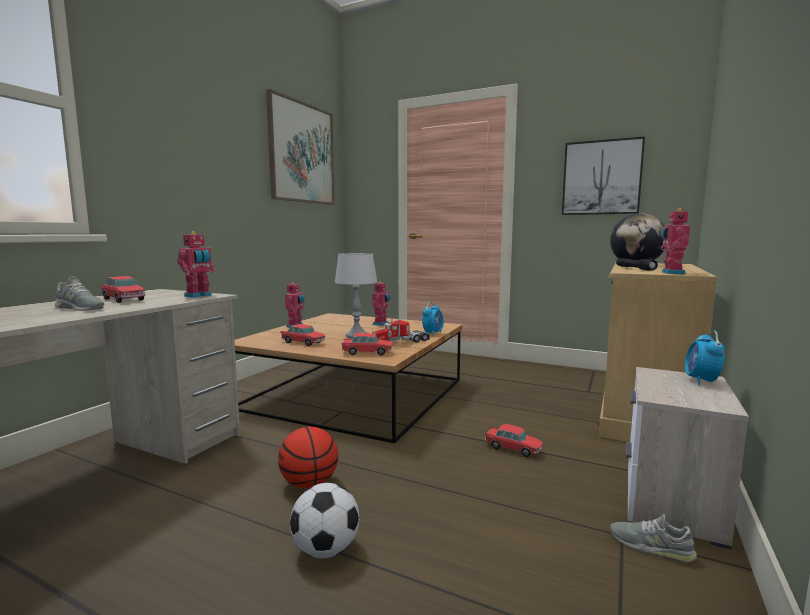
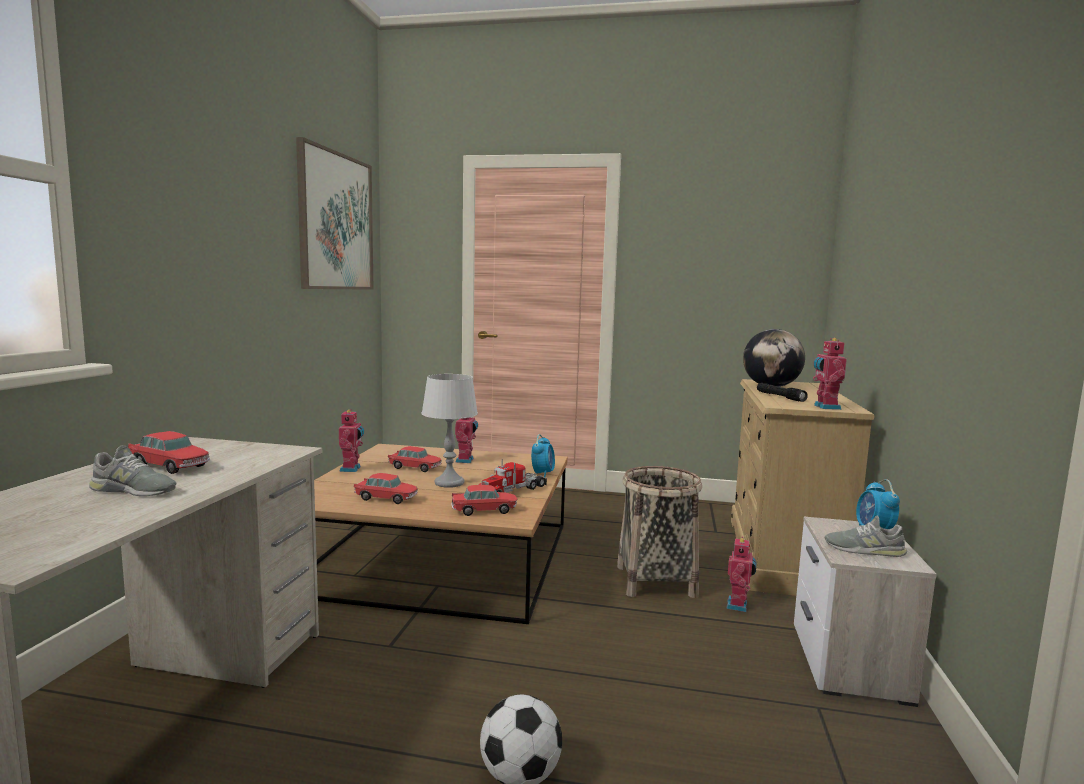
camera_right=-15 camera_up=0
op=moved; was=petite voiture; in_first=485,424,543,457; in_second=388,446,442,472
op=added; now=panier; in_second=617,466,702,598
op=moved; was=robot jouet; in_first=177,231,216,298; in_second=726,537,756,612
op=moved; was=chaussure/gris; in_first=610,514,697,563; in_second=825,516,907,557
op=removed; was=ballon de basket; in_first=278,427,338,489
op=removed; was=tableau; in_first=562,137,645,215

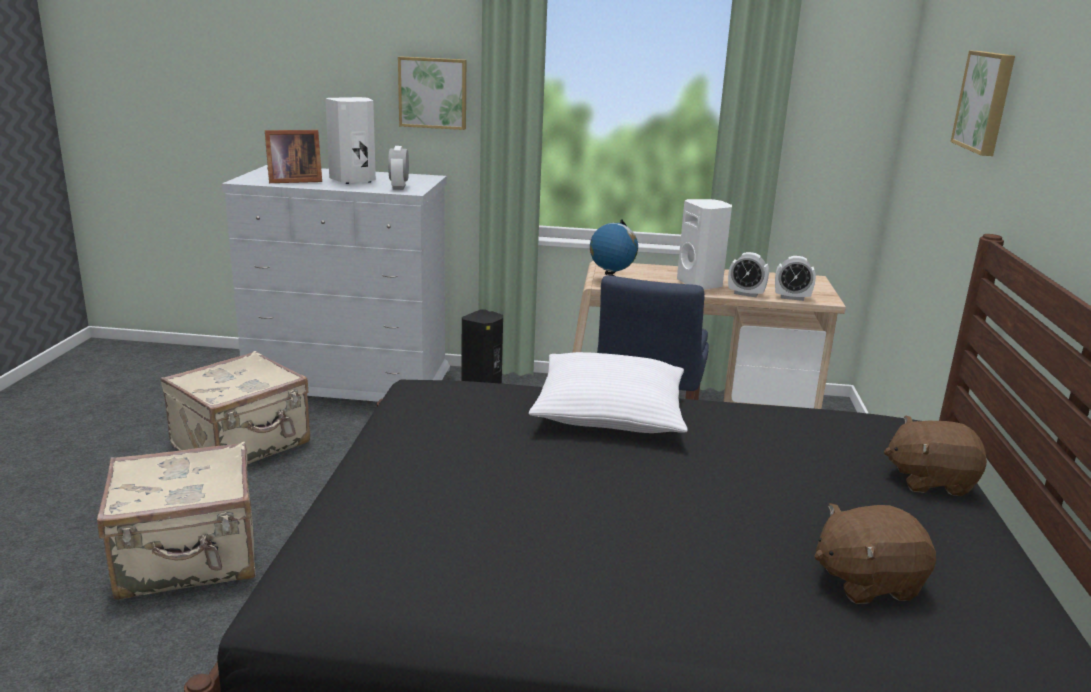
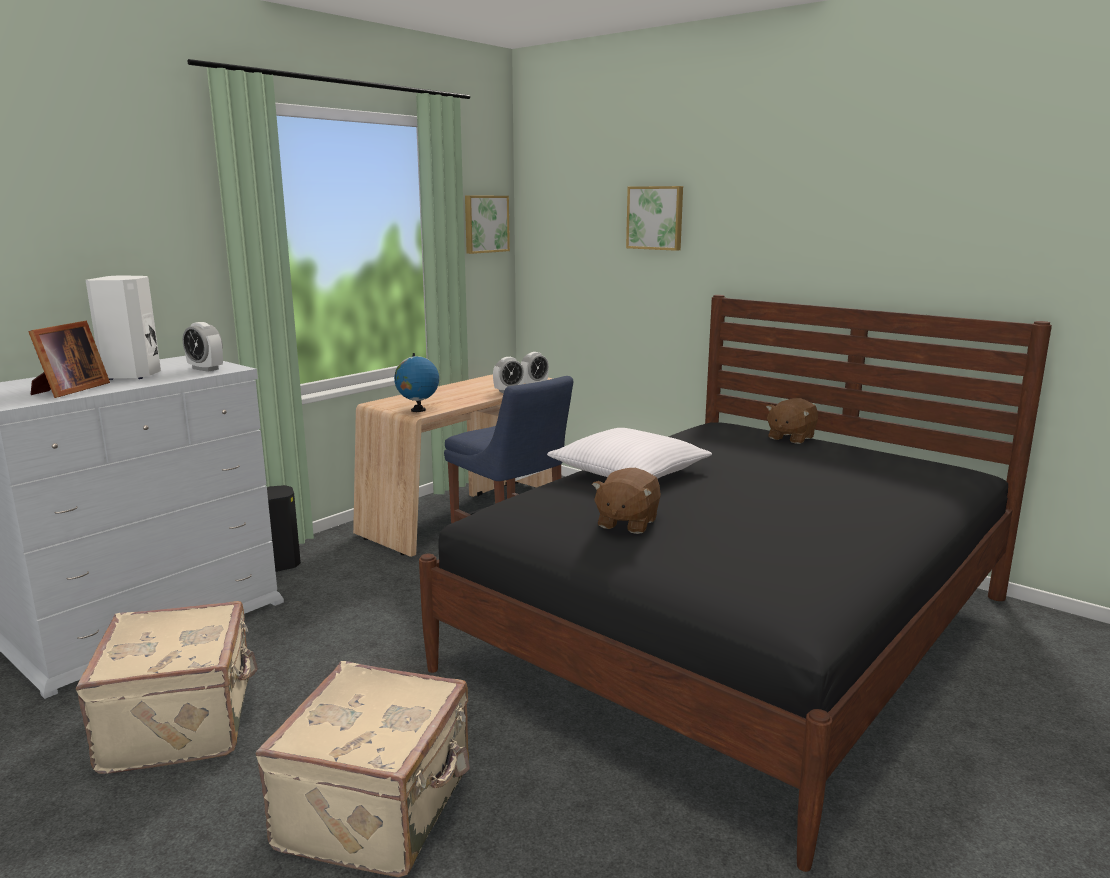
camera_right=-55 camera_up=-5
op=moved; was=tableau; in_first=398,56,466,130; in_second=465,196,510,254
op=moved; was=peluche/marron; in_first=815,503,936,604; in_second=592,468,661,534
op=removed; was=enceinte/blanc; in_first=677,199,732,290

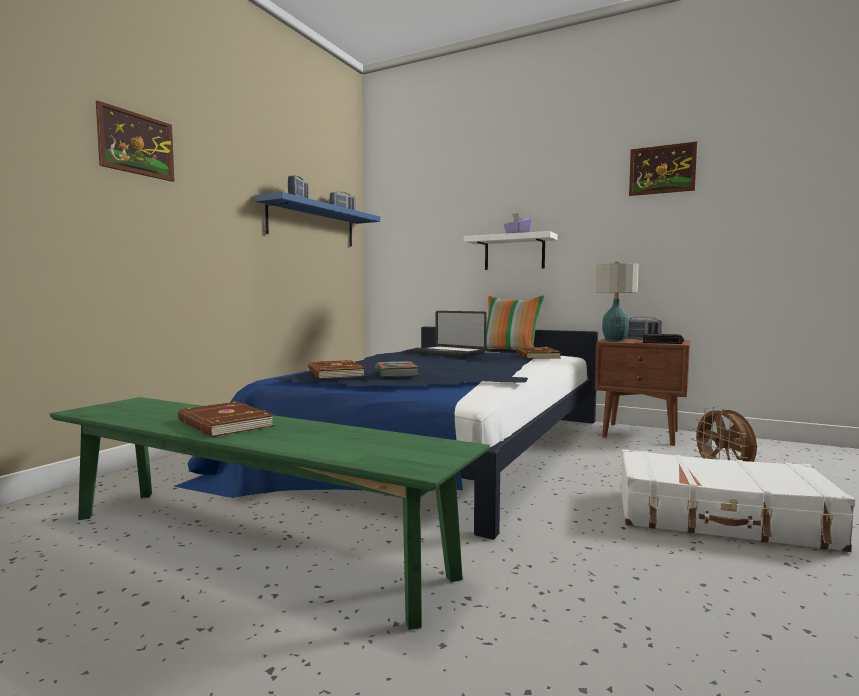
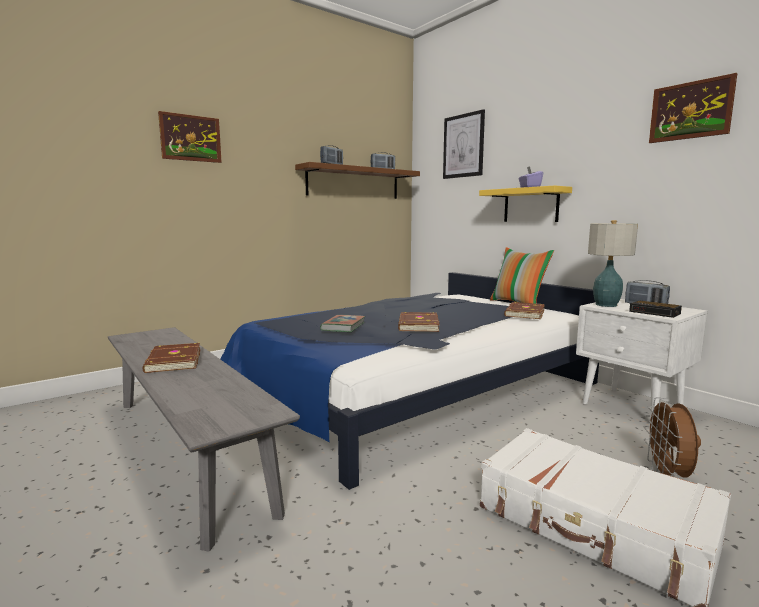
camera_right=25 camera_up=5
op=recoloured; was=banc/vert; now=banc/gris; in_first=50,397,490,630; in_second=108,327,300,552
op=recoloured; was=étagère/bleu; now=étagère/marron; in_first=255,192,380,246; in_second=295,162,420,199
op=moved; was=livre/marron; in_first=308,360,365,379; in_second=398,312,440,332
op=added; now=tableau; in_second=443,109,485,179
op=recoloured; was=étagère/blanc; now=étagère/jaune; in_first=464,231,558,270; in_second=479,185,572,222
op=recoloured; was=table de chevet/marron; now=table de chevet/blanc; in_first=595,338,690,446; in_second=576,299,707,416
op=removed; was=ordinateur portable; in_first=414,311,486,357

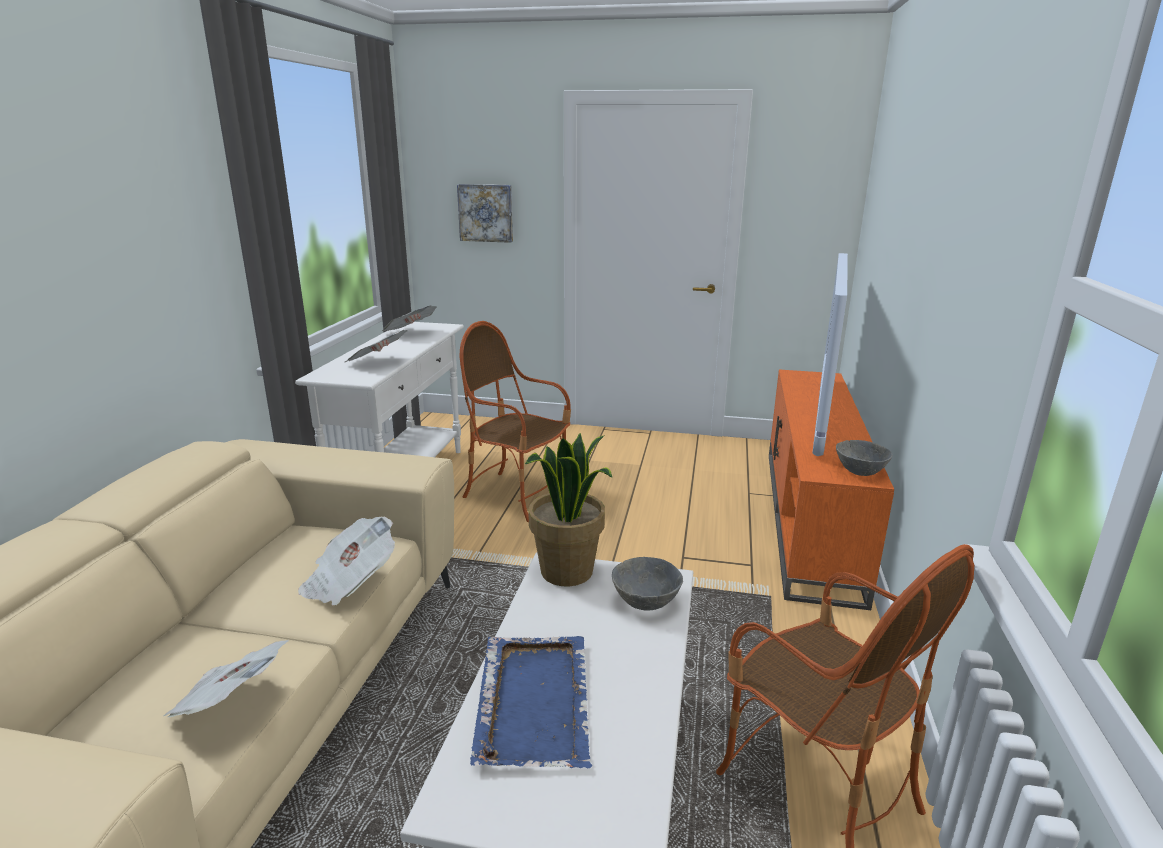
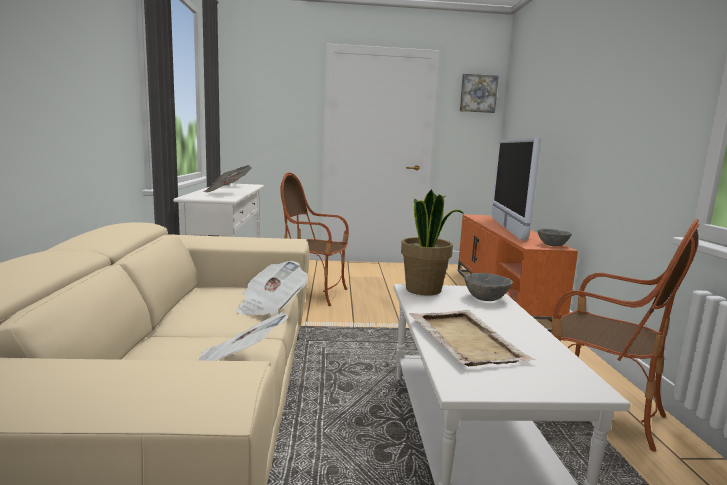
camera_right=-15 camera_up=-10
op=recoloured; was=plateau/bleu; now=plateau/beige; in_first=470,636,592,768; in_second=409,310,535,366
op=moved; was=tableau; in_first=457,184,513,243; in_second=460,74,499,113

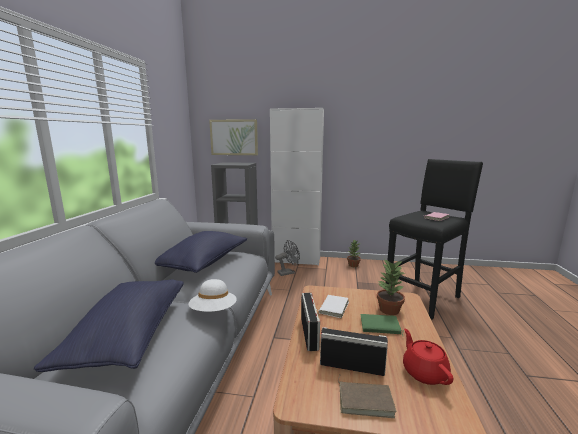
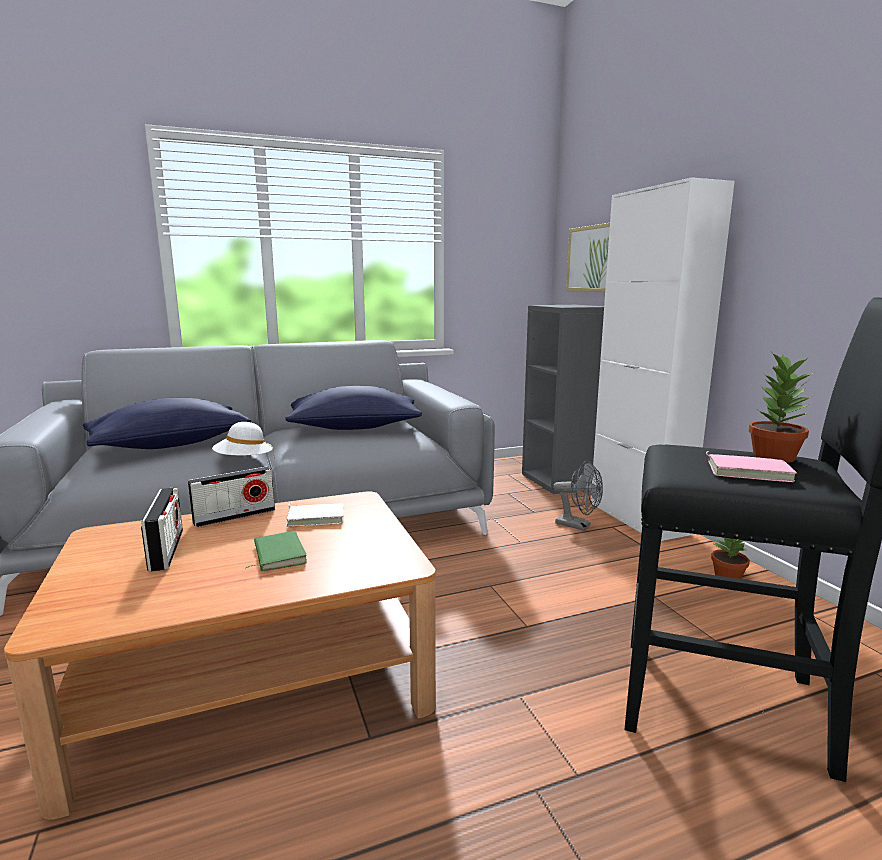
camera_right=60 camera_up=0
op=moved; was=plante en pot; in_first=377,259,405,315; in_second=748,351,815,463
op=removed; was=livre/marron; in_first=338,376,396,418
op=removed; was=théière/rouge; in_first=403,329,454,385

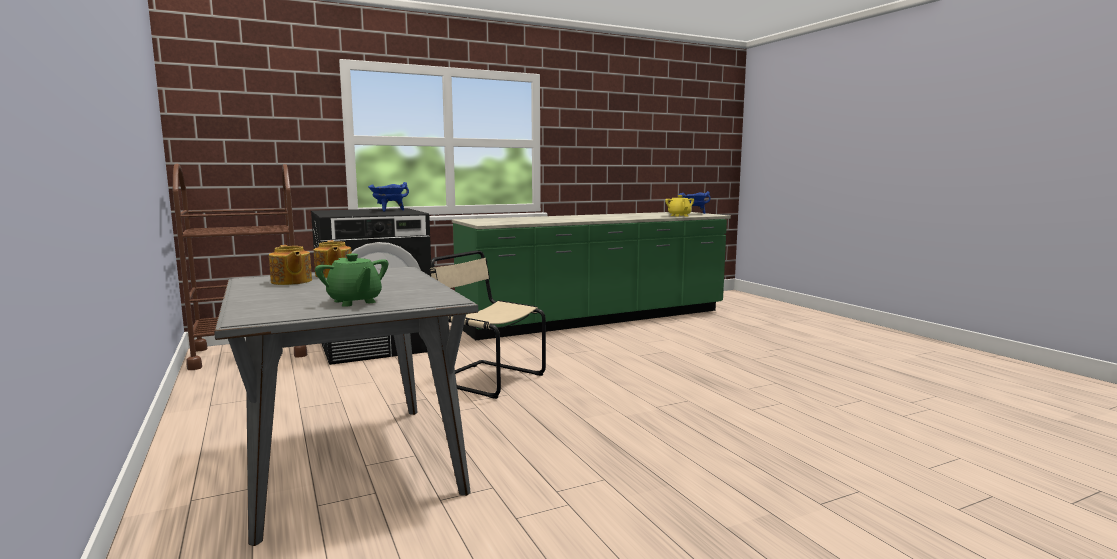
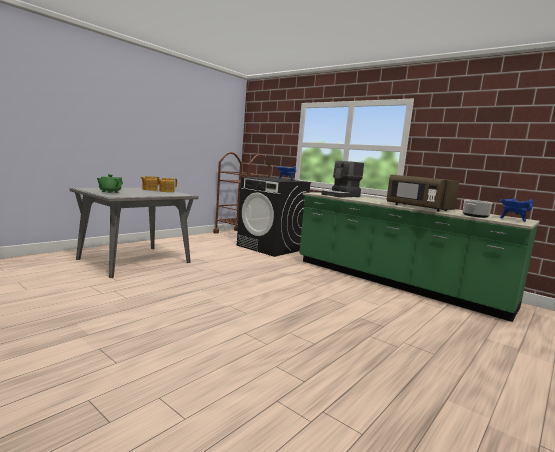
camera_right=65 camera_up=0
op=added; now=machine à café; in_second=321,160,364,198
op=added; now=micro-ondes/marron; in_second=387,175,460,212
op=replaced; was=théière/jaune; now=marmite; in_first=665,195,694,217; in_second=463,200,493,218
op=removed; was=chaise/beige; in_first=430,250,546,399

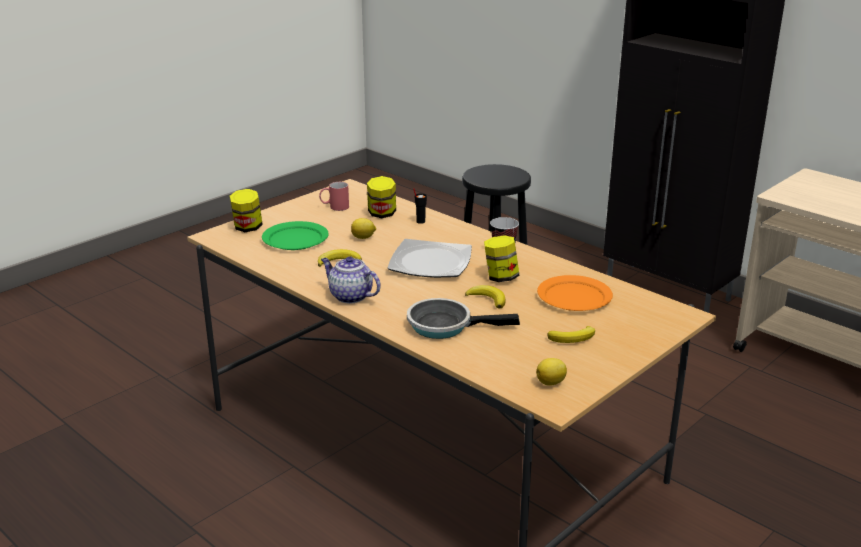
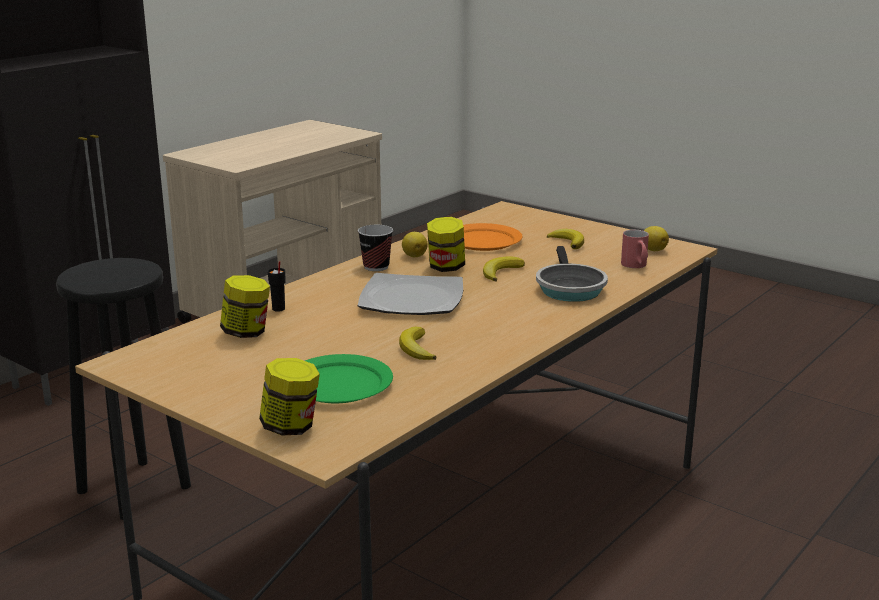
camera_right=-95 camera_up=-5
op=moved; was=citron; in_first=351,218,376,239; in_second=402,232,428,257
op=moved; was=mug/rouge; in_first=319,182,349,211; in_second=621,230,649,268
op=removed; was=théière; in_first=321,256,381,304

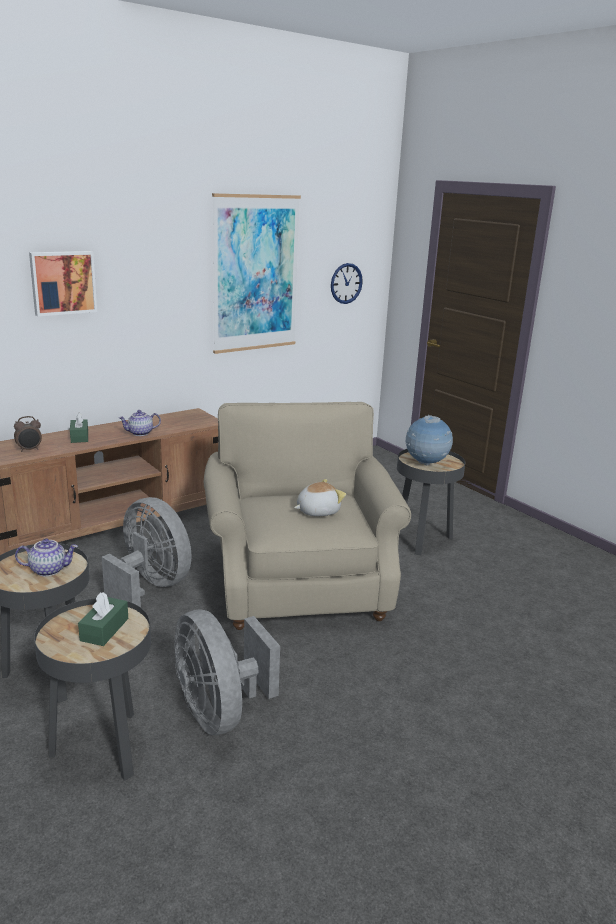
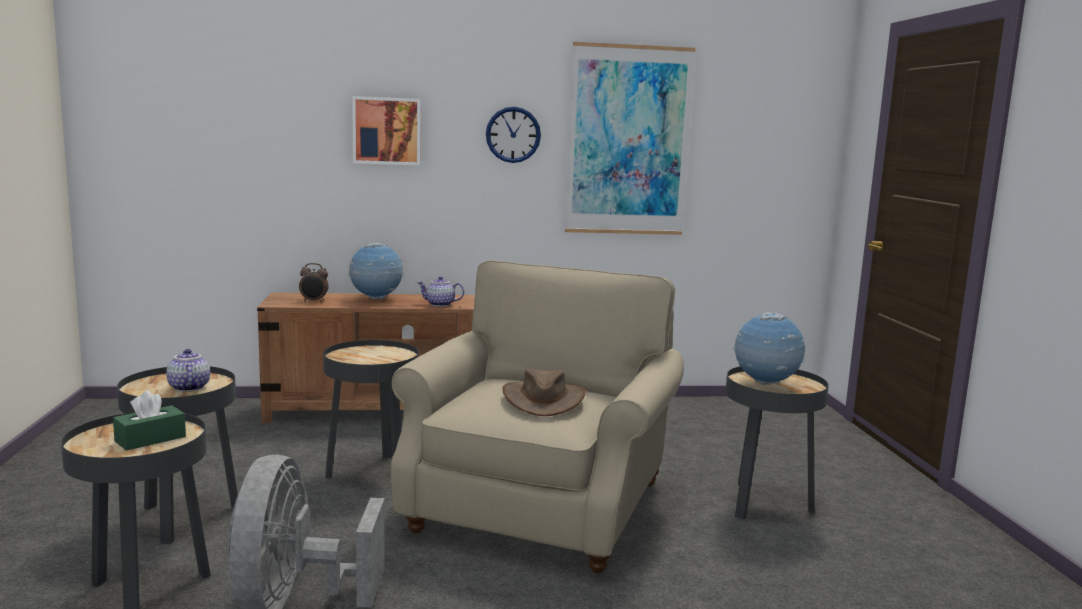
camera_right=30 camera_up=-10
op=turned; was=théière; in_first=15,539,78,577; in_second=166,349,210,392; clockwise=-135
op=replaced; was=ventilateur/gris; now=table d'appoint/noir; in_first=102,497,192,607; in_second=323,340,419,478
op=replaced; was=boîte à mouchoirs/vert; now=globe; in_first=70,412,88,443; in_second=349,243,404,300
op=moved; was=horloge murale; in_first=331,263,363,304; in_second=486,107,541,163
op=replaced; was=peluche; now=chapeau/marron; in_first=294,479,346,516; in_second=503,369,586,416

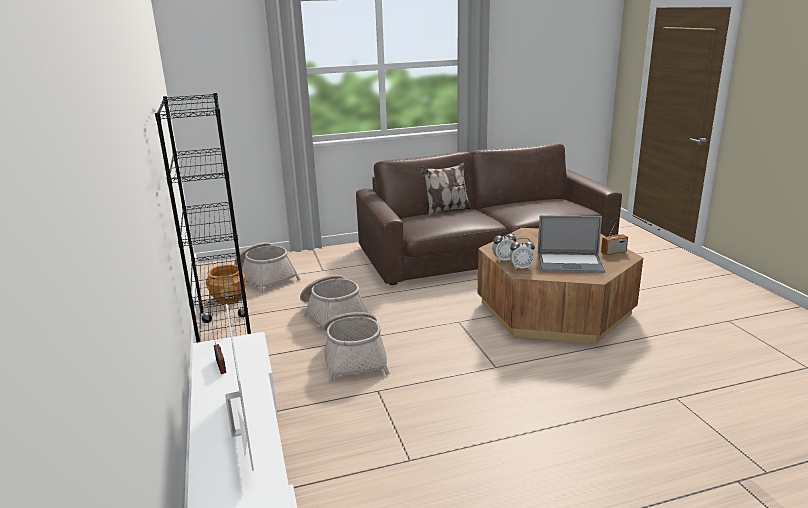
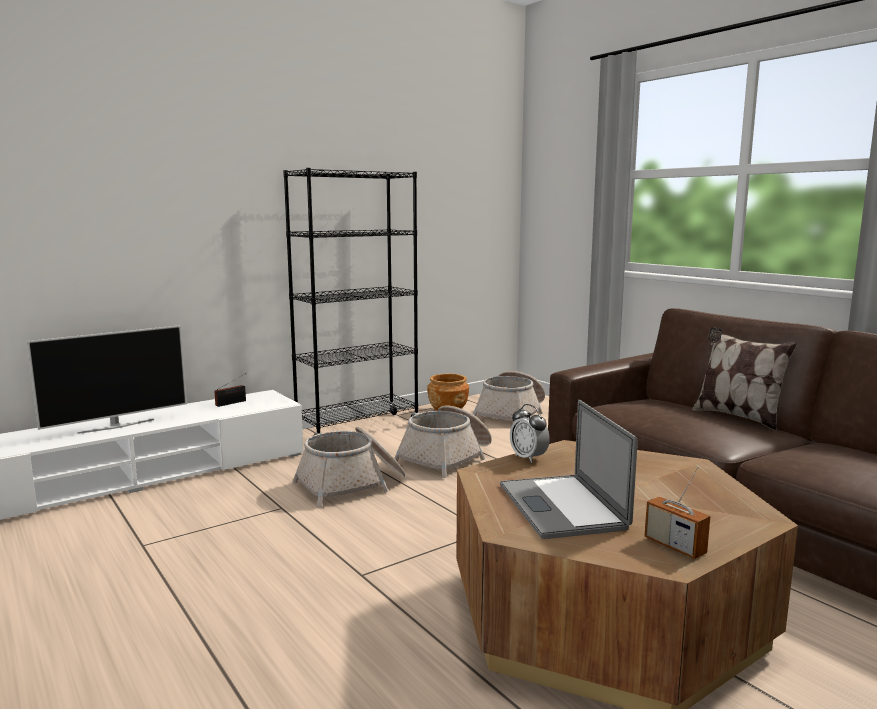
camera_right=70 camera_up=-10
op=removed; was=réveil; in_first=510,238,535,270

